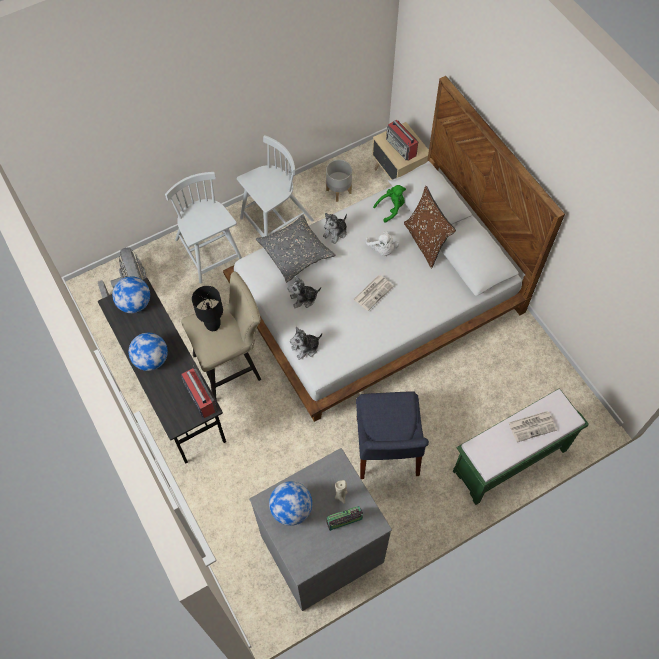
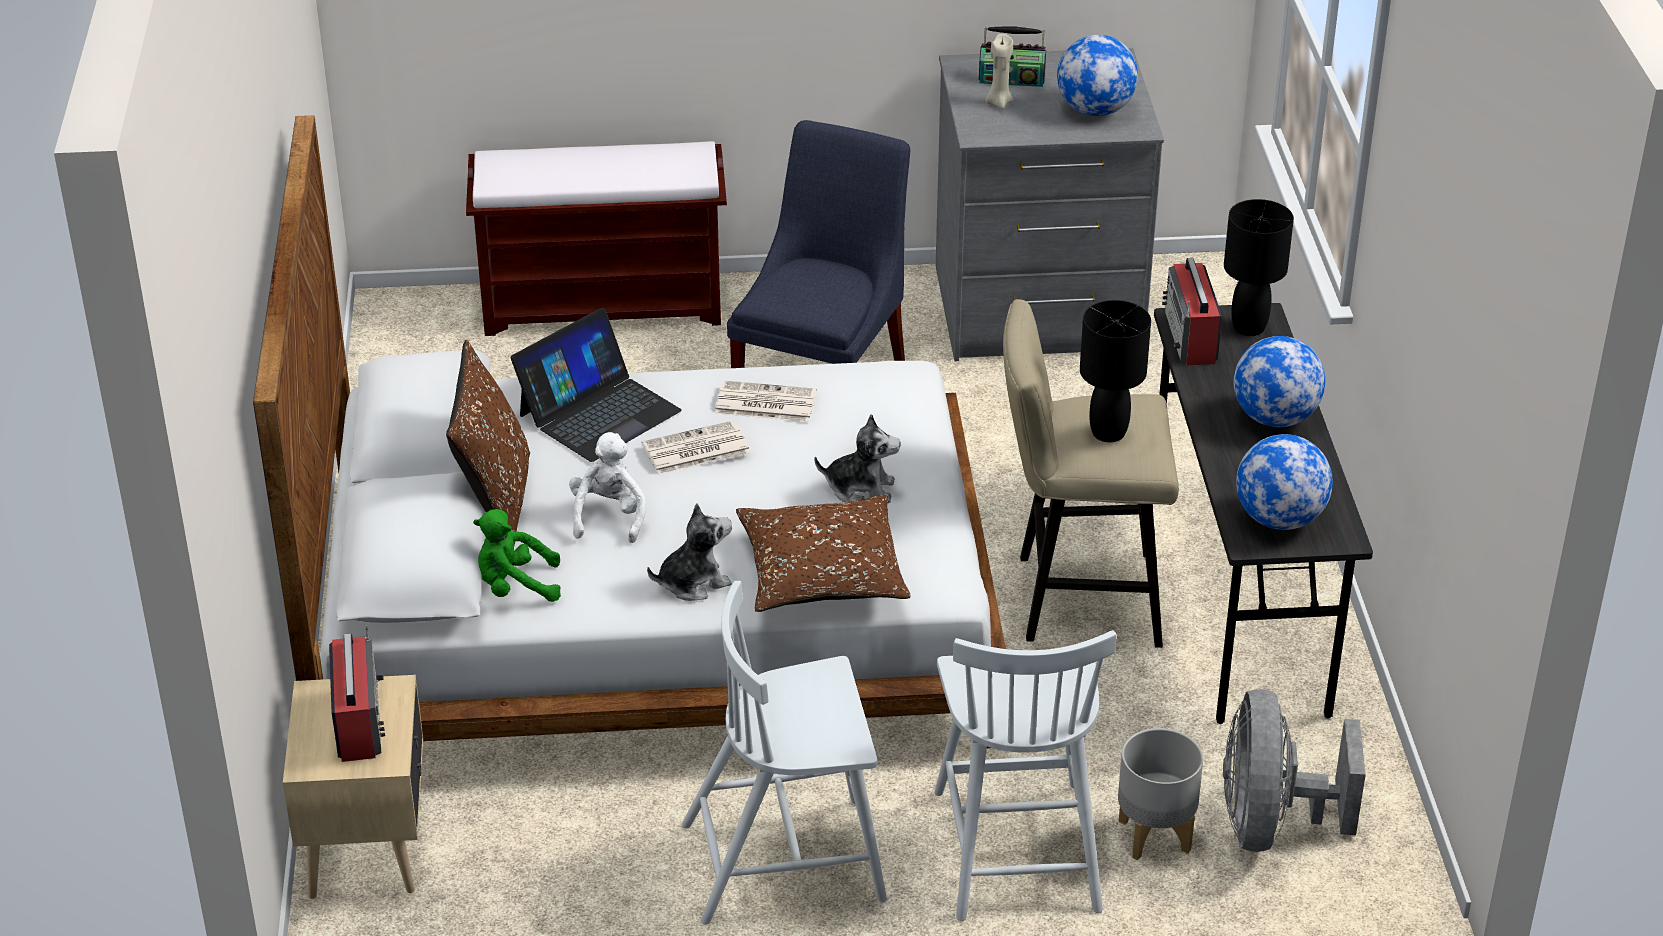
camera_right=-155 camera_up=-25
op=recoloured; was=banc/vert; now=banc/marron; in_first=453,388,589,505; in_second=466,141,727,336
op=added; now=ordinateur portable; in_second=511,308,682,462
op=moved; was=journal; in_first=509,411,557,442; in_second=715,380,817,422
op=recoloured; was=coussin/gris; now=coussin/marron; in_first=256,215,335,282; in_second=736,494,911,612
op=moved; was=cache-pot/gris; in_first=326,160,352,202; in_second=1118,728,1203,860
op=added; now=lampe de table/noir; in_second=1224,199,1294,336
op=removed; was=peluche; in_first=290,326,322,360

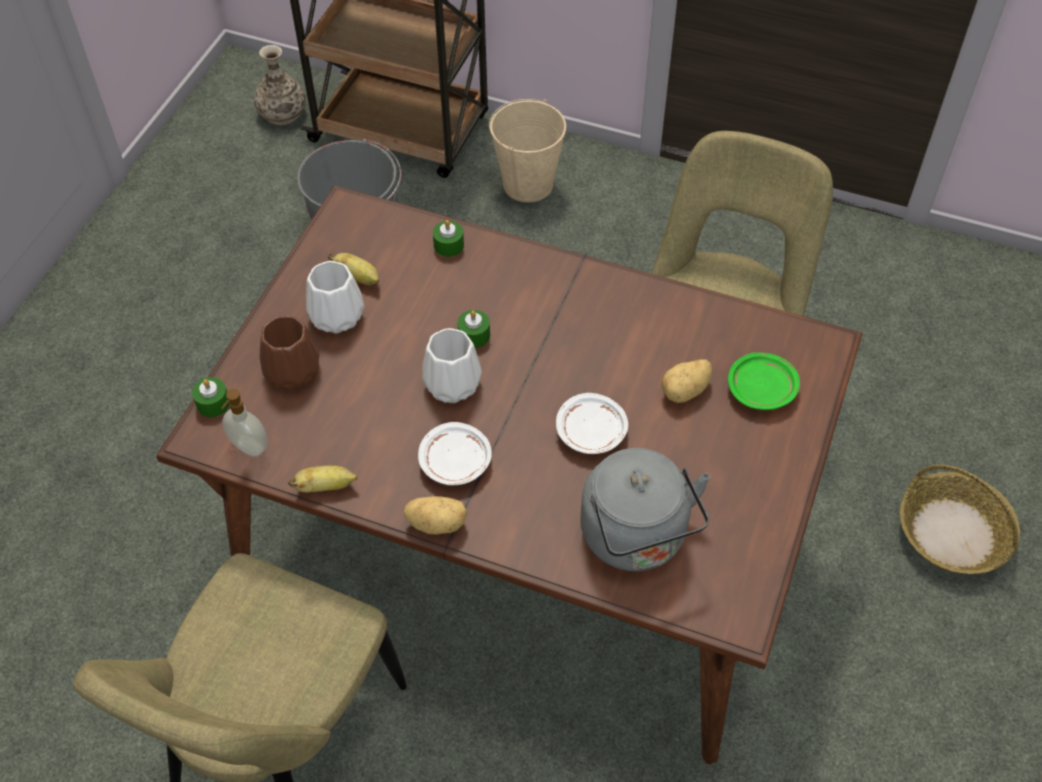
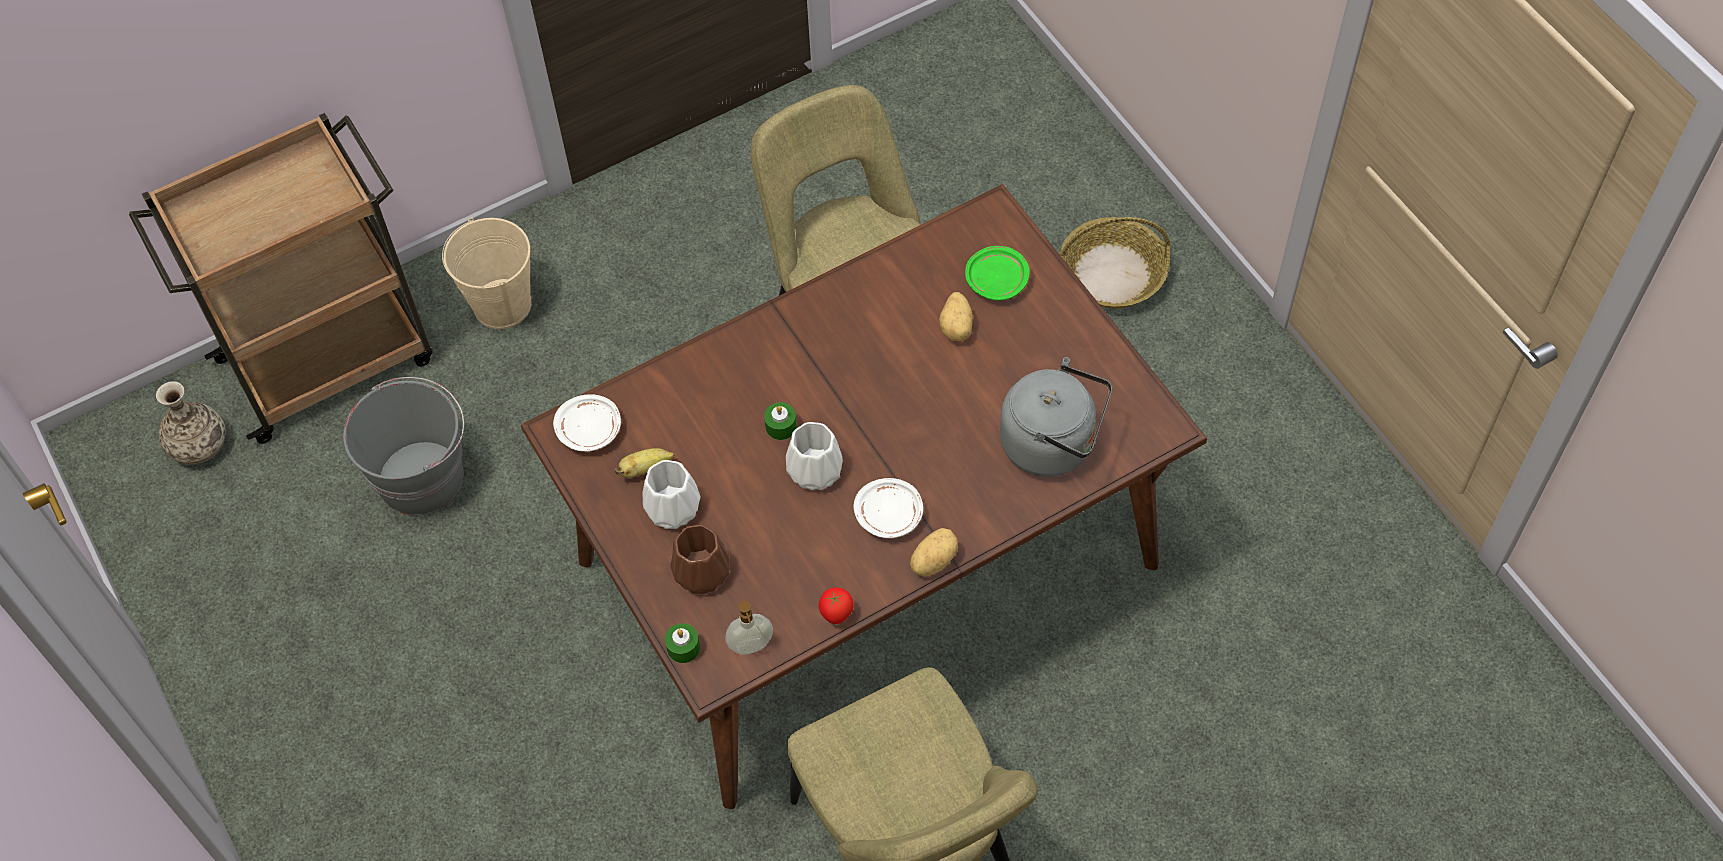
camera_right=-50 camera_up=5
op=moved; was=assiette/blanc; in_first=556,393,628,454; in_second=553,394,621,452
op=replaced; was=banane; now=tomate; in_first=288,466,358,493; in_second=819,588,854,624
op=removed; was=bougie/vert; in_first=433,220,464,257

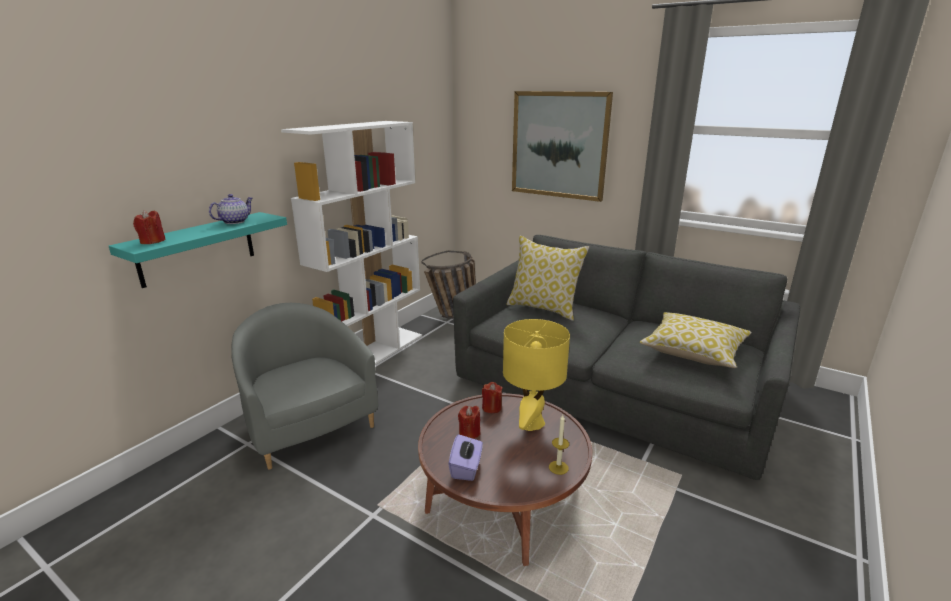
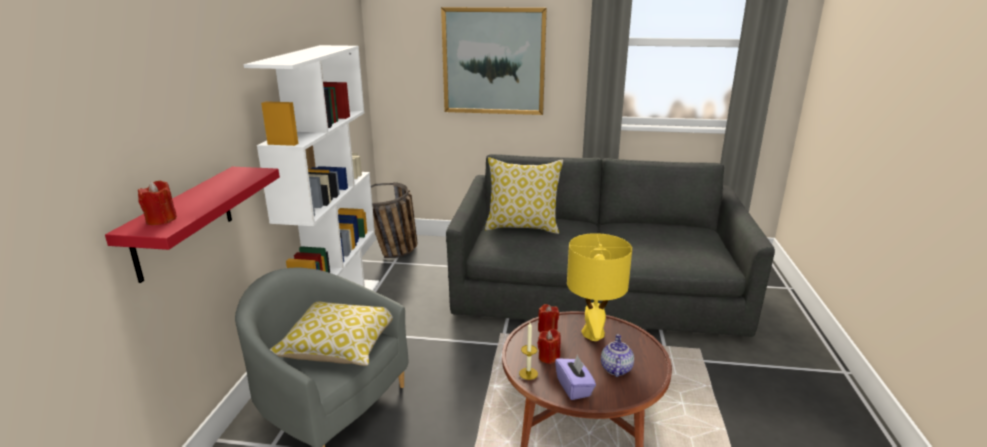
camera_right=-25 camera_up=0
op=recoloured; was=étagère/turquoise; now=étagère/rouge; in_first=109,212,287,288; in_second=105,167,280,283
op=moved; was=coussin; in_first=640,312,752,368; in_second=270,302,393,366
op=moved; was=bougie; in_first=549,415,569,475; in_second=519,323,538,380
op=moved; was=théière; in_first=209,194,253,224; in_second=601,334,634,377

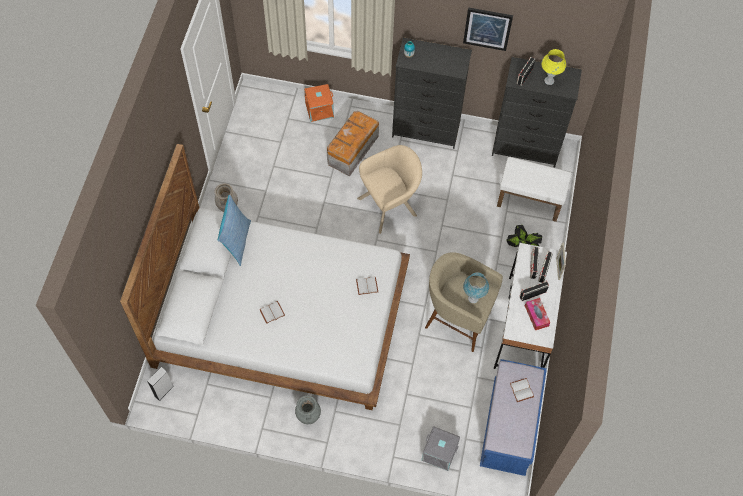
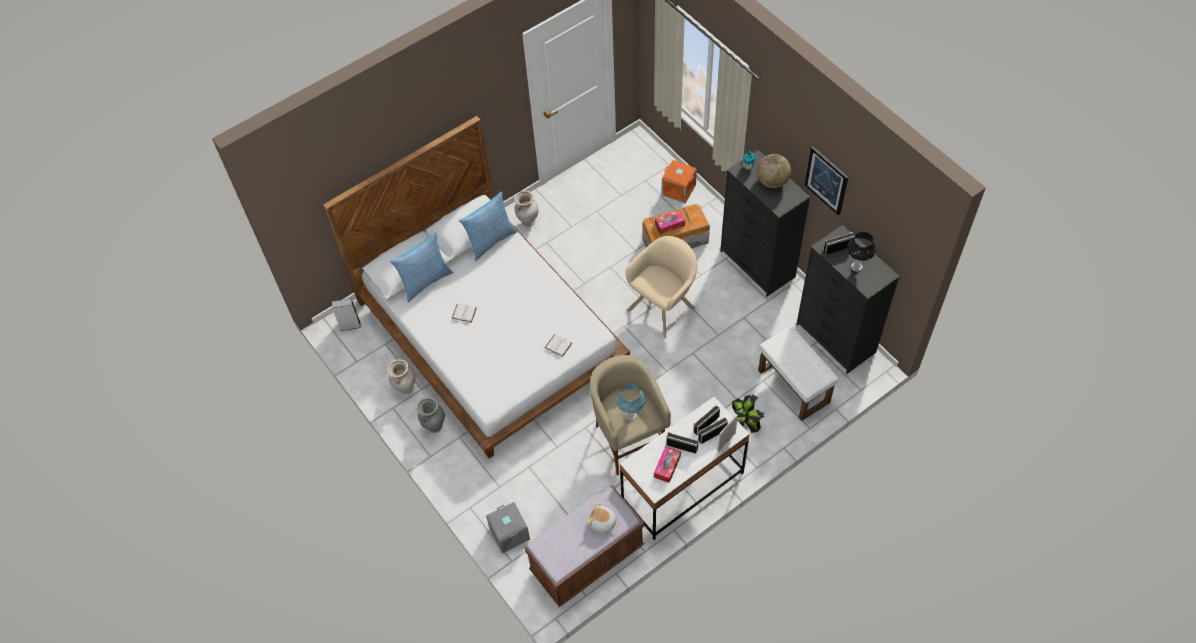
camera_right=45 camera_up=-5
op=added; now=vase/beige; in_second=388,359,415,395
op=added; now=coussin; in_second=390,232,453,302
op=recoloured; was=banc/bleu; now=banc/marron; in_first=480,359,547,476; in_second=525,485,644,607
op=replaced; was=livre/blanc; now=peluche; in_first=510,378,534,402; in_second=586,501,618,532
op=turned; was=fauteuil/beige; in_first=357,145,422,234; in_second=625,236,697,338; clockwise=-60
op=added; now=boîte à mouchoirs; in_second=655,210,685,234
op=added; now=globe; in_second=757,154,791,188
op=recoloured; was=lampe de table/jaune; now=lampe de table/noir; in_first=541,49,566,85; in_second=847,232,876,271

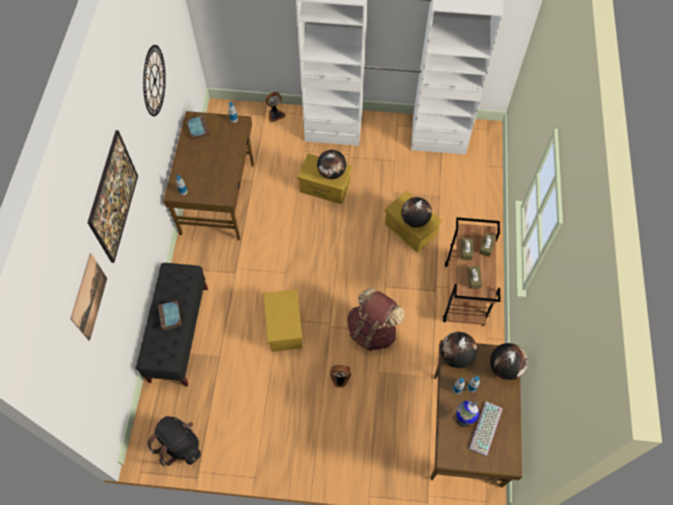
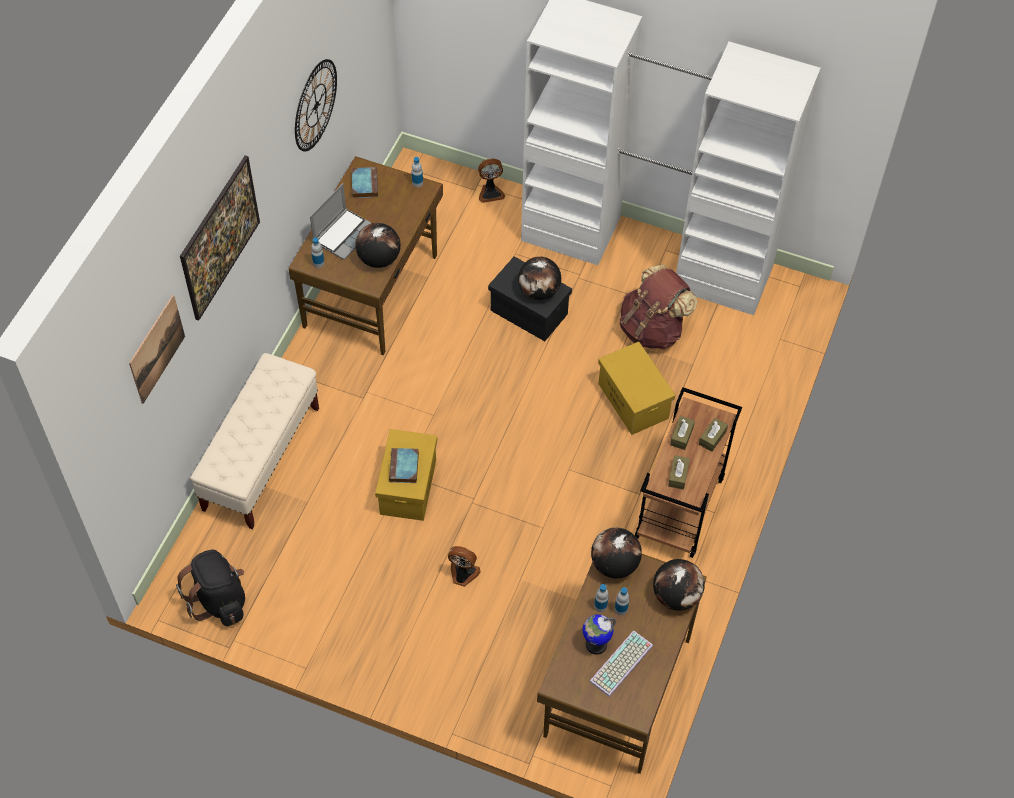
camera_right=15 camera_up=-5
op=recoloured; was=banc/noir; now=banc/beige; in_first=136,263,208,387; in_second=190,353,319,529
op=added; now=ordinateur portable; in_second=310,183,371,260
op=moved; was=globe; in_first=401,197,432,228; in_second=355,222,401,268
op=moved; was=livre; in_first=158,301,182,330; in_second=389,448,419,483
op=recoloured; was=boîte de rangement/jaune; now=boîte de rangement/noir; in_first=297,154,352,204; in_second=488,256,572,341
op=moved; was=sac à dos/marron; in_first=347,288,404,351; in_second=619,264,697,350

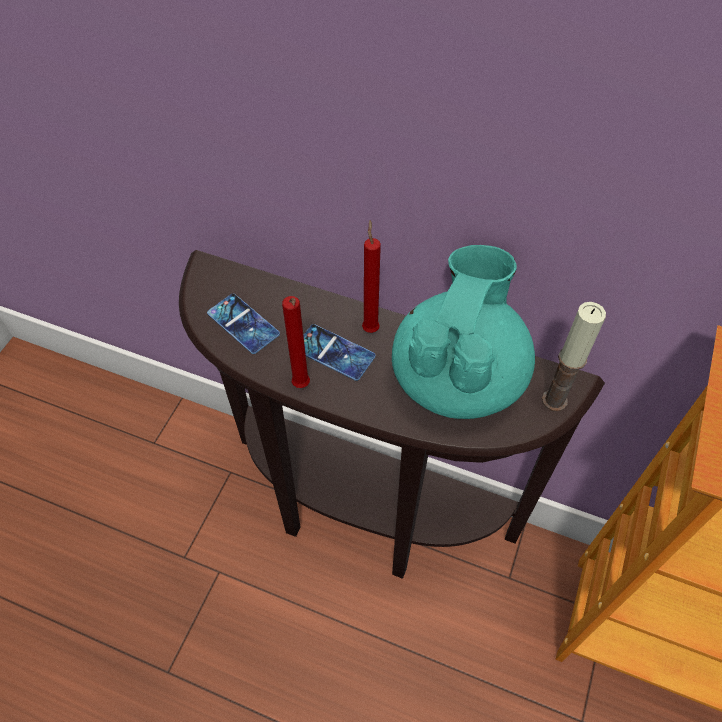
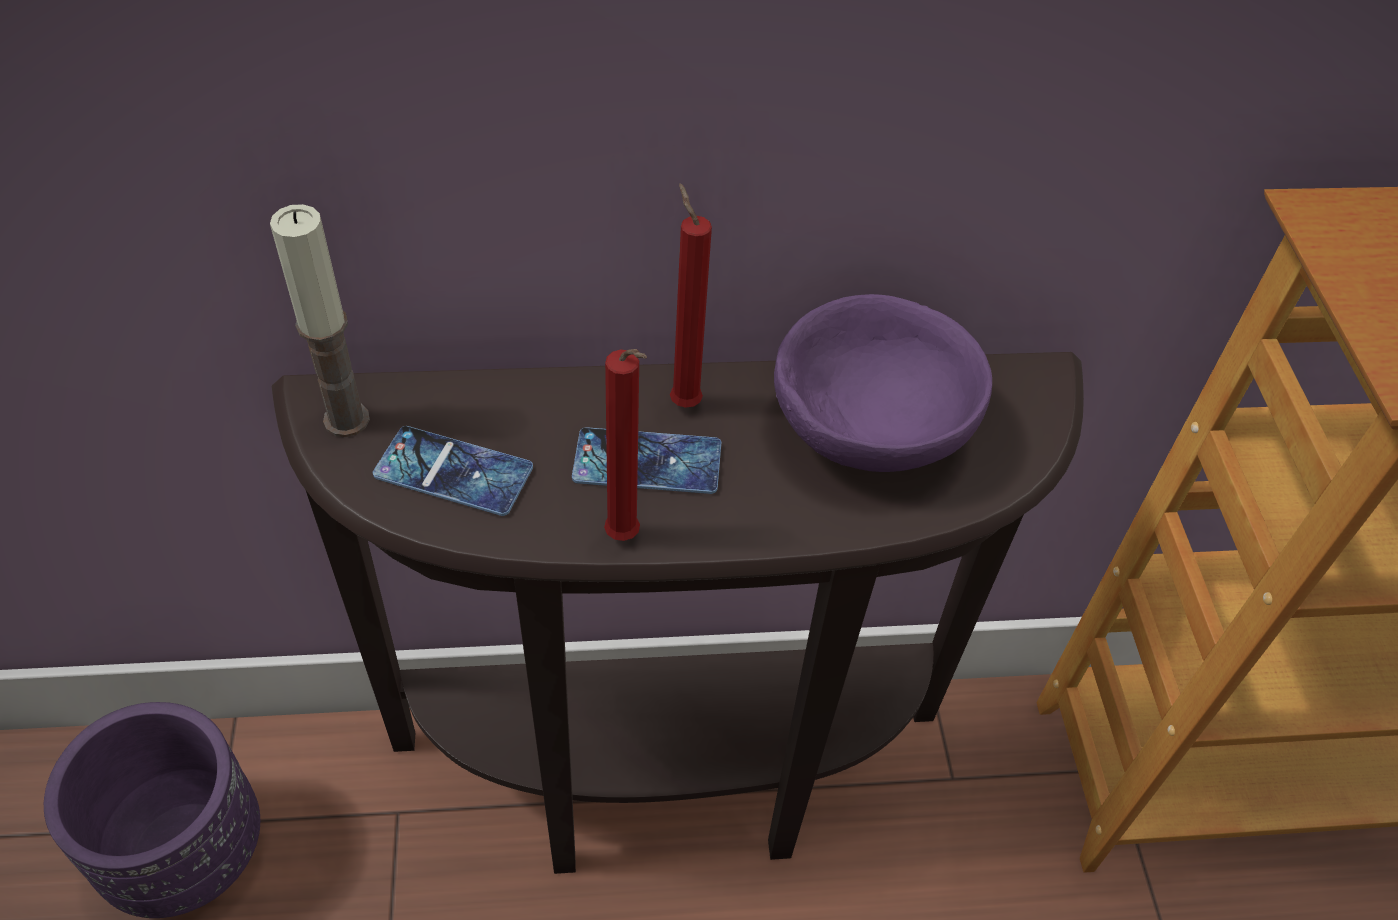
camera_right=-30 camera_up=-5
op=added; now=cache-pot/violet; in_second=44,702,260,918
op=moved; was=bougie; in_first=542,302,606,412; in_second=270,204,370,437
op=replaced; was=théière/turquoise; now=bol/violet; in_first=392,245,535,419; in_second=774,294,992,472

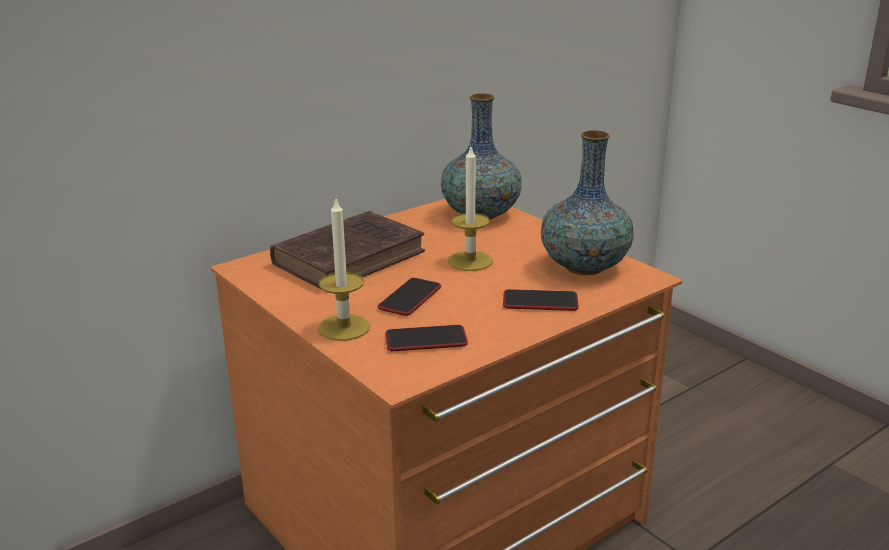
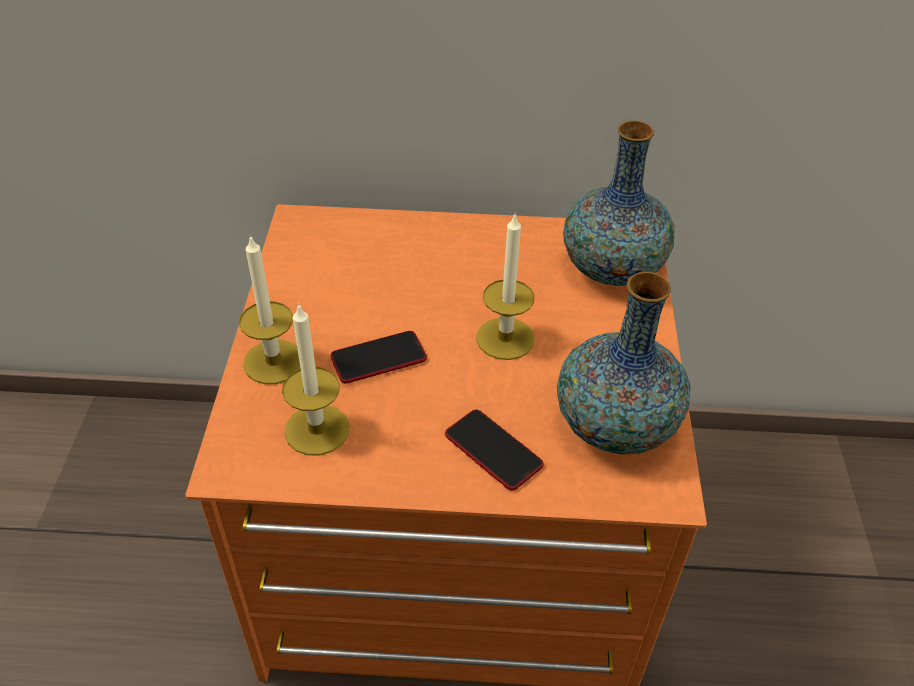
camera_right=40 camera_up=20
op=replaced; was=téléphone; now=bougie; in_first=385,325,468,351; in_second=282,303,350,455
op=removed; was=livre/marron; in_first=270,211,425,291

